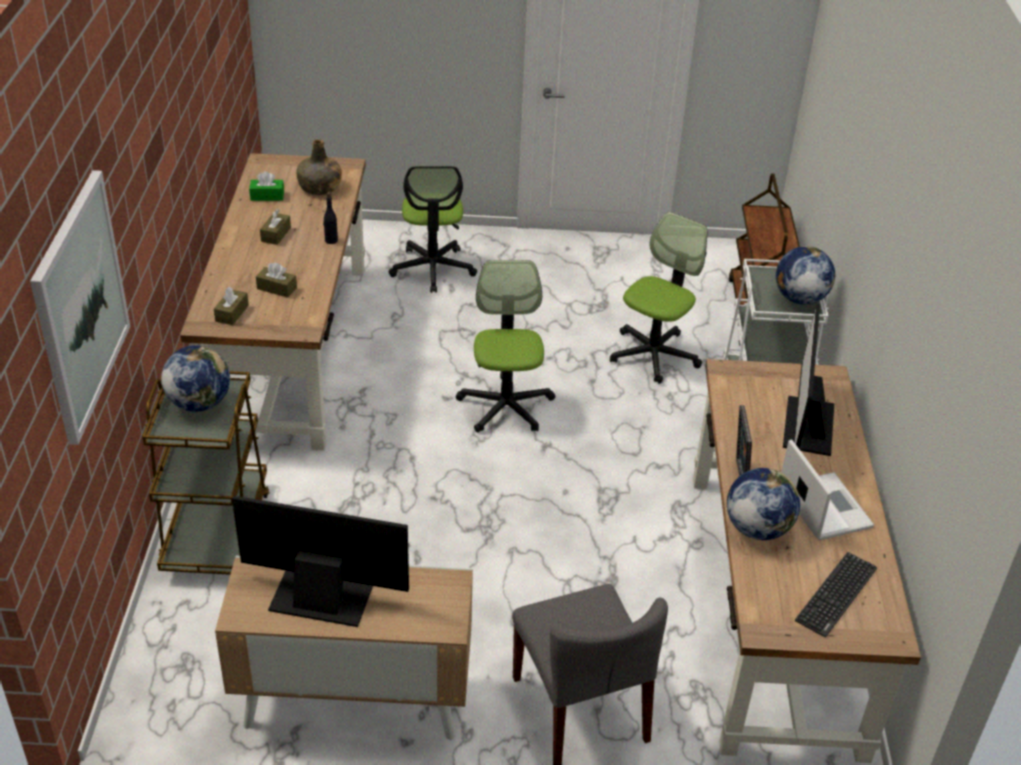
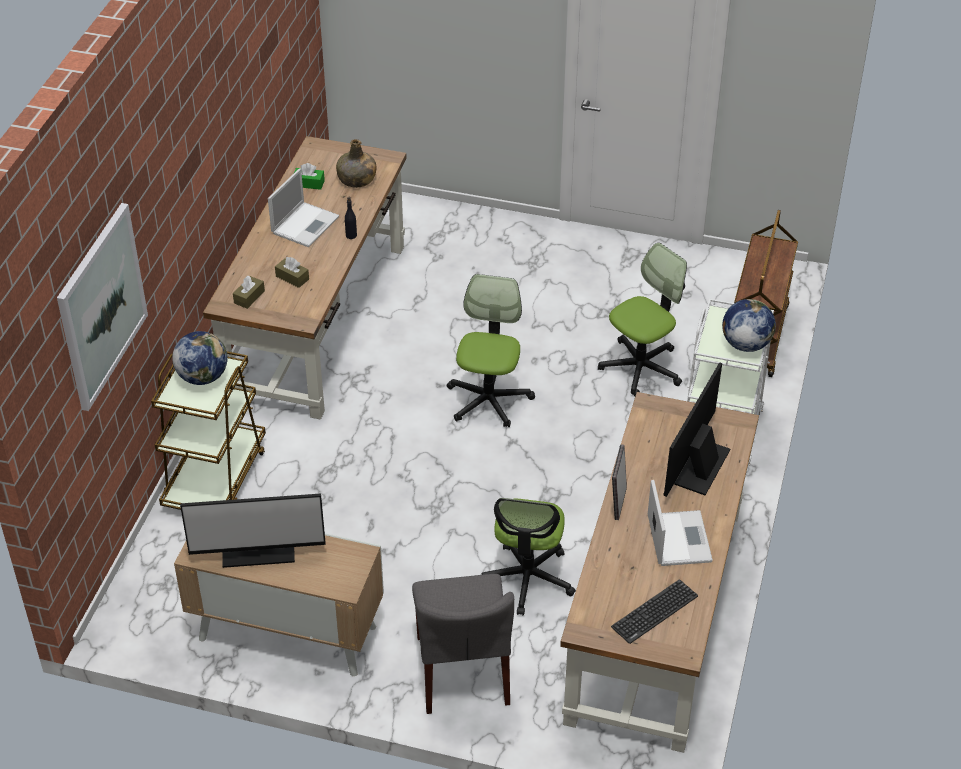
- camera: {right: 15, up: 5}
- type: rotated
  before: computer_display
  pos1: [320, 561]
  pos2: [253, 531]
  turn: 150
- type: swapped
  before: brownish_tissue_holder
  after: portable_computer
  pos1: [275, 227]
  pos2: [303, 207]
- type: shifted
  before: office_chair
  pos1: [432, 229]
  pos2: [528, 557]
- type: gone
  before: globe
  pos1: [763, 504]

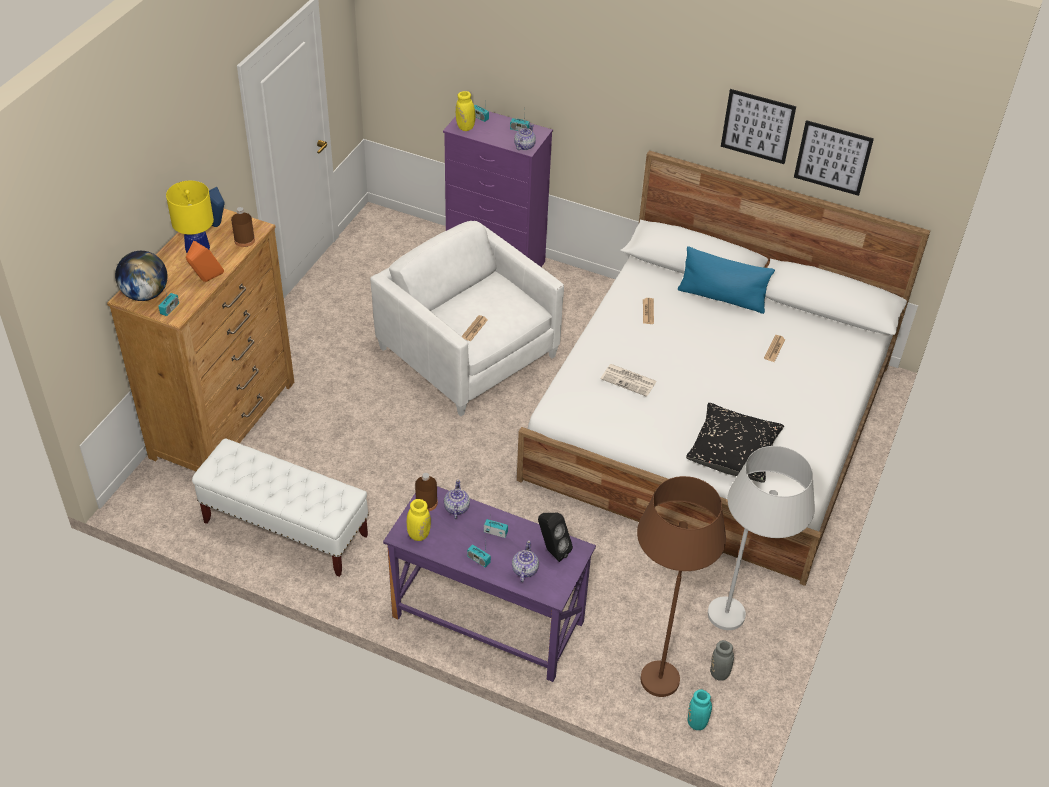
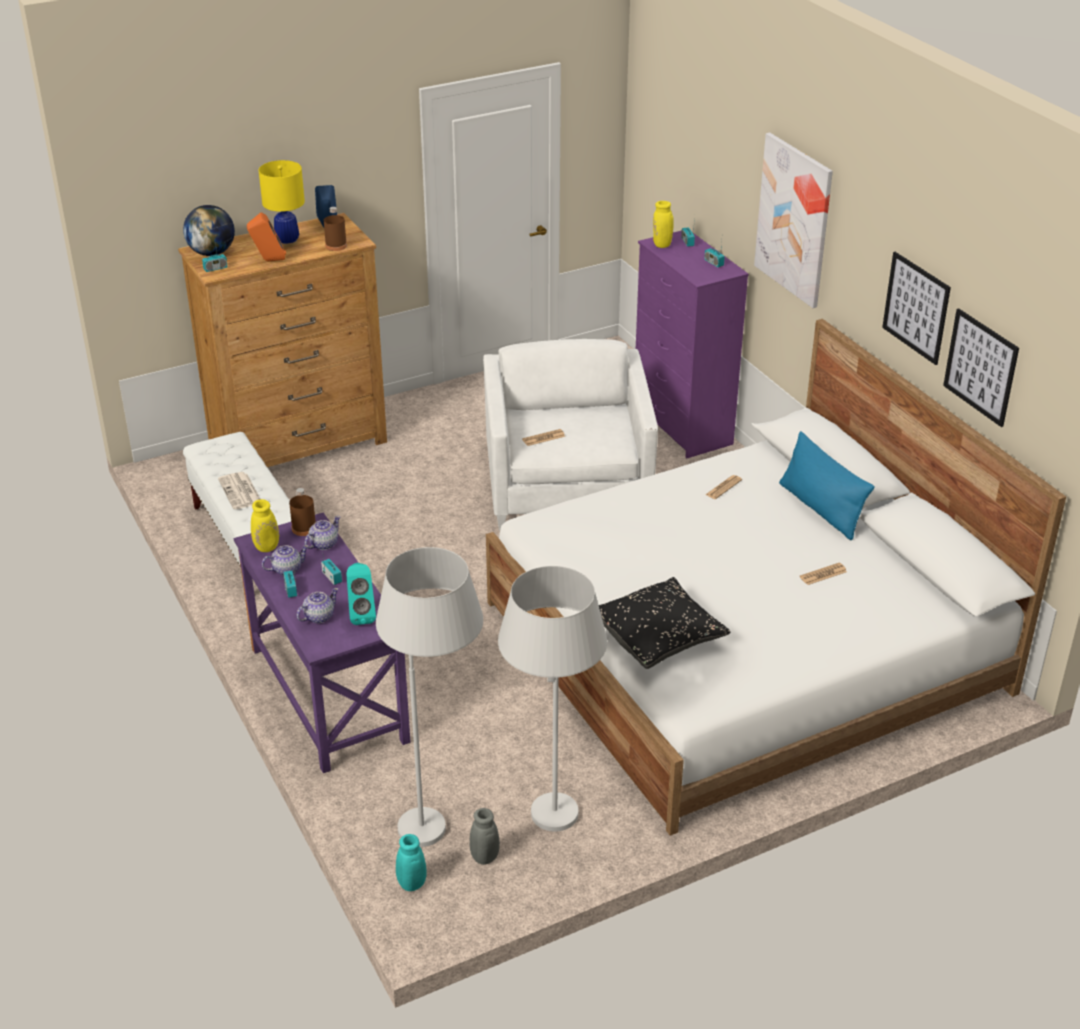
- camera: {right: 40, up: -10}
- type: shifted
  before: pot_for_tea
  pos1: [525, 137]
  pos2: [285, 560]
- type: repainted
  before: black-coloured_speaker
  after: blue-green_speaker
  pos1: [555, 537]
  pos2: [361, 594]
- type: shifted
  before: daily_paper
  pos1: [629, 380]
  pos2: [239, 490]
- type: repainted
  before: brownish_standard_lamp
  after: whitish_standard_lamp
  pos1: [681, 586]
  pos2: [429, 697]
- type: new
  after: picture
  pos2: [793, 220]

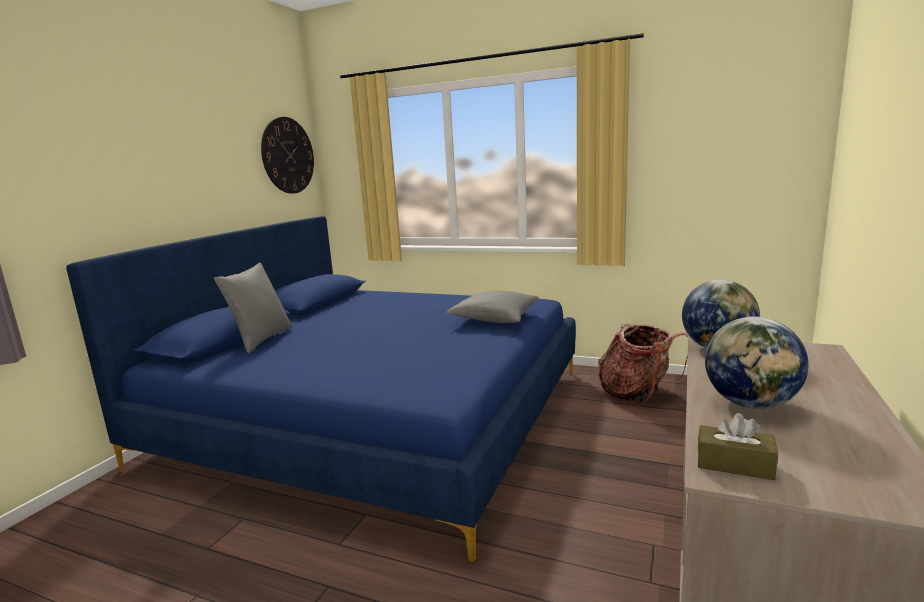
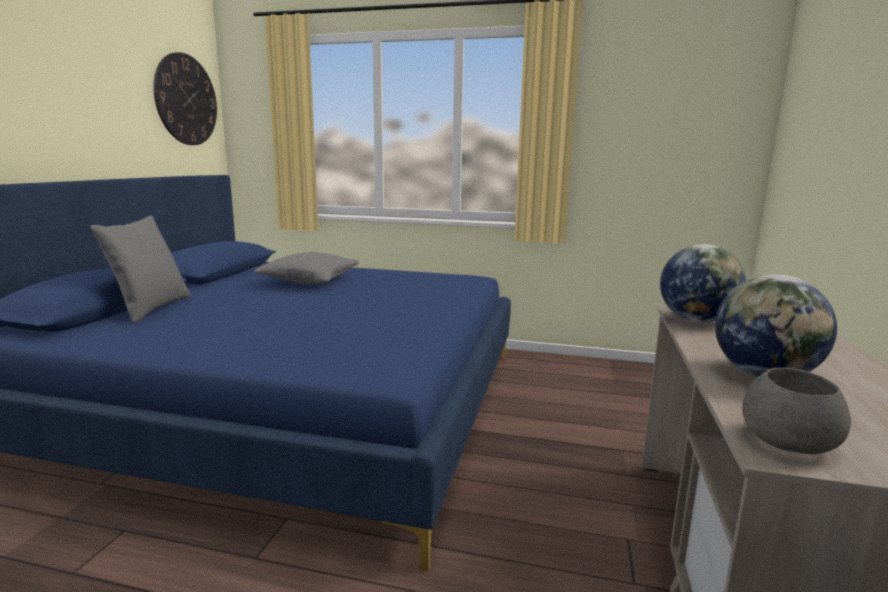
- camera: {right: -10, up: 0}
- type: shifted
  before: greyish_throw_pillow
  pos1: [492, 306]
  pos2: [306, 268]
- type: gone
  before: rucksack
  pos1: [643, 364]
- type: swapped
  before: brownish_tissue_holder
  after: greyish_deep_dish
  pos1: [738, 446]
  pos2: [796, 411]

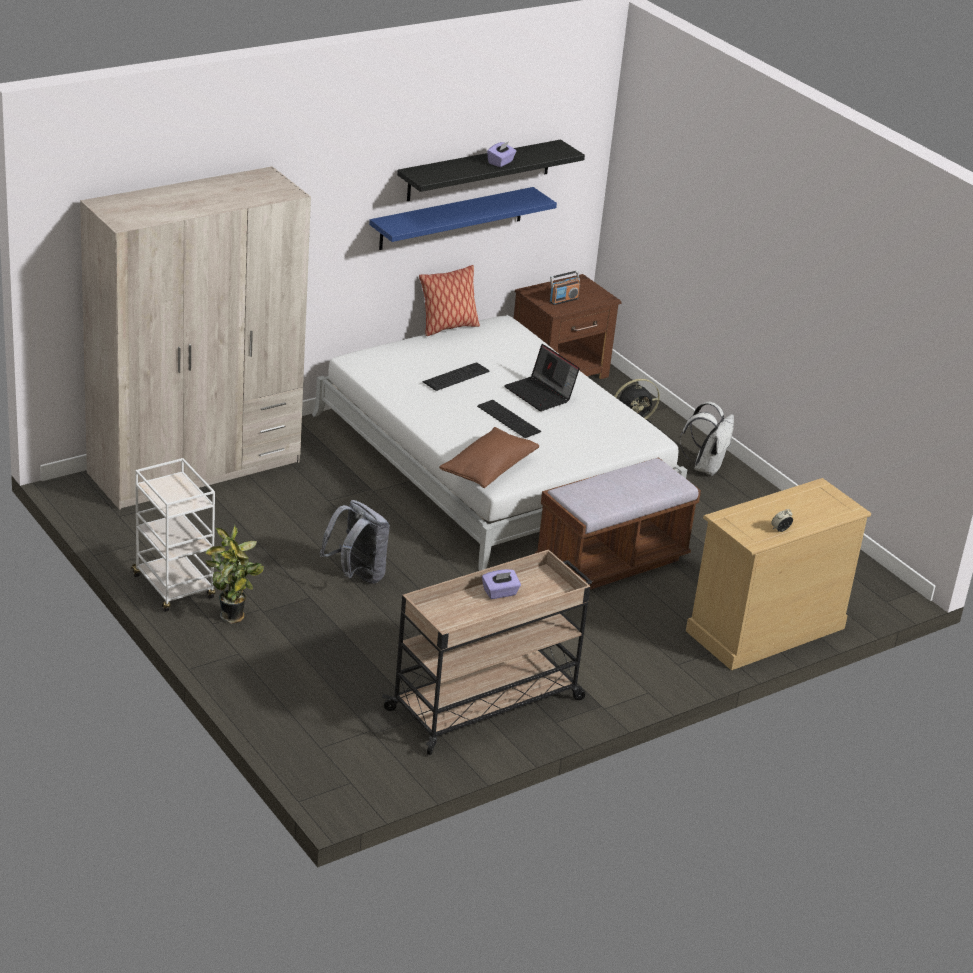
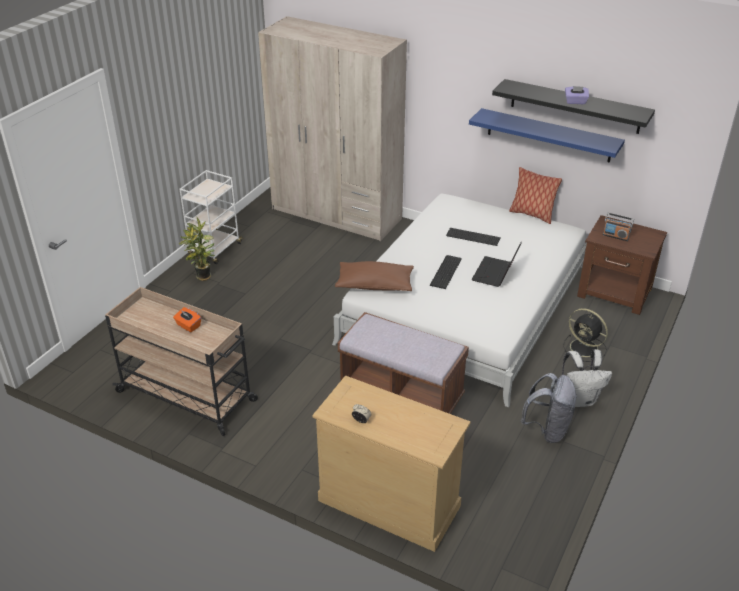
- camera: {right: 65, up: 5}
- type: shifted
  before: greyish_rucksack
  pos1: [355, 542]
  pos2: [549, 408]
- type: repainted
  before: purple_tissue_holder
  after: orangey_tissue_holder
  pos1: [501, 584]
  pos2: [187, 319]

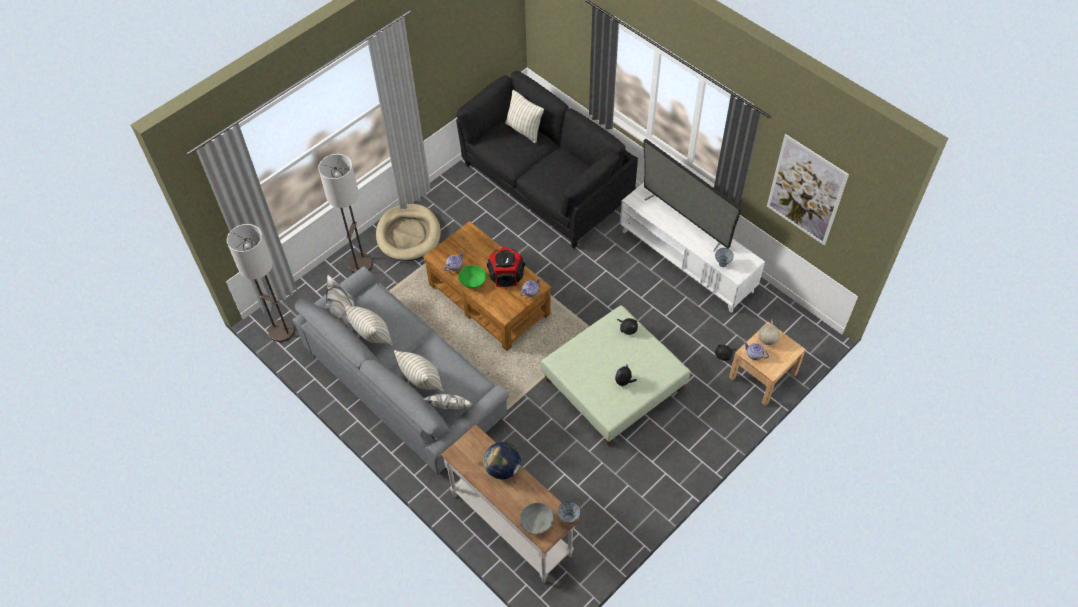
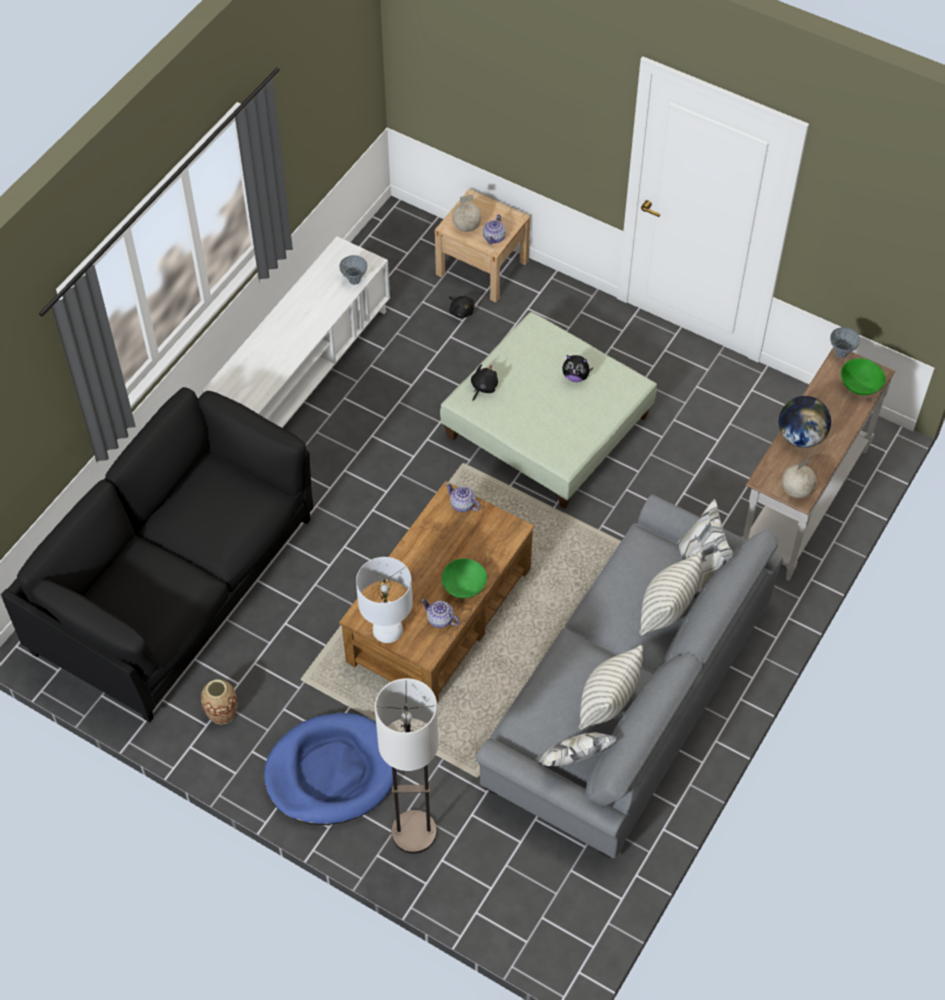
- camera: {right: -105, up: 0}
- type: gone
  before: standard_lamp
  pos1: [260, 283]
- type: repainted
  before: beige_dog_cushion
  after: blue_dog_cushion
  pos1: [408, 232]
  pos2: [331, 769]
- type: gone
  before: speaker
  pos1: [506, 266]
- type: gone
  before: throw_pillow
  pos1: [524, 116]
- type: repainted
  before: greyish_deep_dish
  after: green_deep_dish
  pos1: [536, 518]
  pos2: [863, 376]
- type: gone
  before: TV_set
  pos1: [693, 195]
- type: gone
  before: picture
  pos1: [808, 190]
- type: new
  after: decorative_vase
  pos2: [219, 702]
- type: new
  after: whitish_tabletop_lamp
  pos2: [384, 600]
- type: new
  after: globe
  pos2: [799, 477]

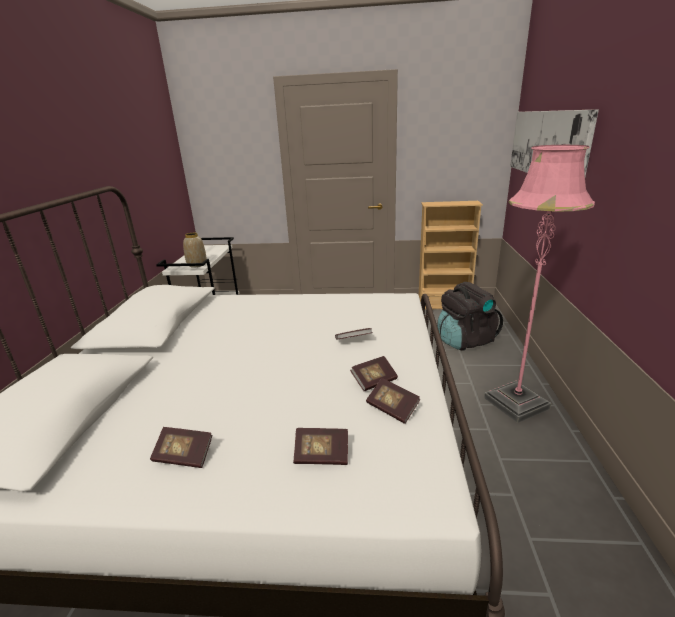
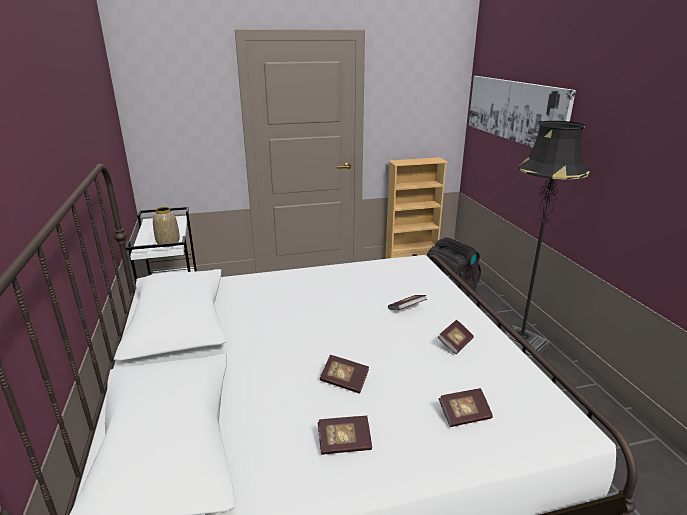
- camera: {right: -20, up: 0}
- type: shifted
  before: bound_book
  pos1: [393, 401]
  pos2: [344, 374]
- type: repainted
  before: pinkish_standard_lamp
  after: black-coloured_standard_lamp
  pos1: [539, 284]
  pos2: [547, 241]

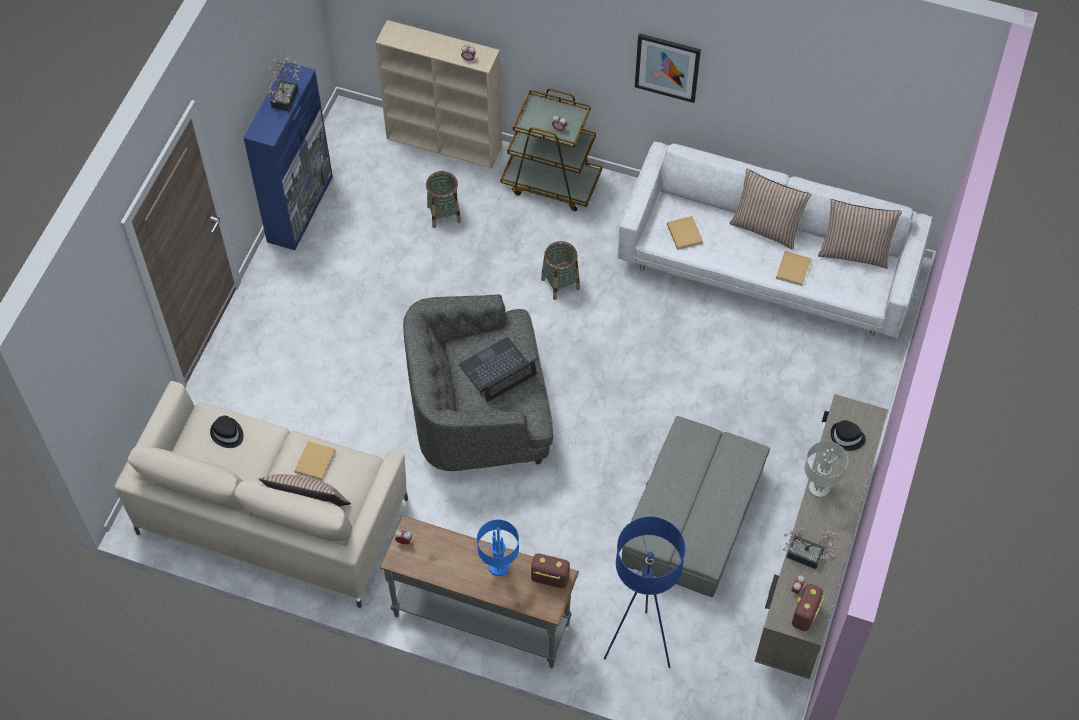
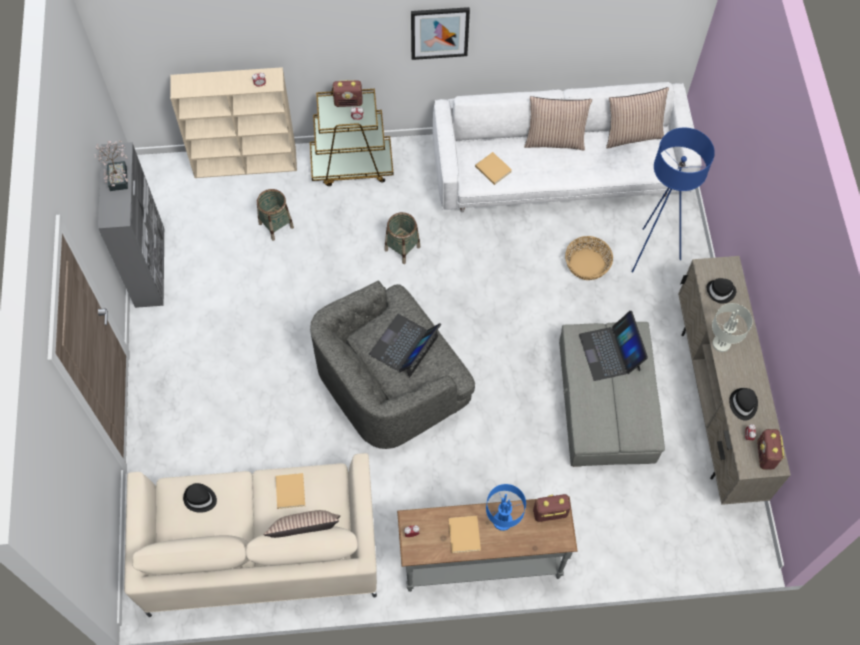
- camera: {right: -25, up: 5}
- type: repainted
  before: blue_storage_cabinet
  after: greyish_storage_cabinet
  pos1: [288, 156]
  pos2: [131, 225]
- type: shifted
  before: blue_standard_lamp
  pos1: [644, 592]
  pos2: [673, 200]
- type: shifted
  before: beige_bound_book
  pos1: [793, 268]
  pos2: [464, 534]
- type: swapped
  before: potted_plant
  after: black-coloured_wearable_hat
  pos1: [811, 548]
  pos2: [743, 404]
- type: new
  after: radio
  pos2: [348, 93]
- type: new
  after: basket
  pos2: [589, 258]
- type: new
  after: portable_computer
  pos2: [613, 346]

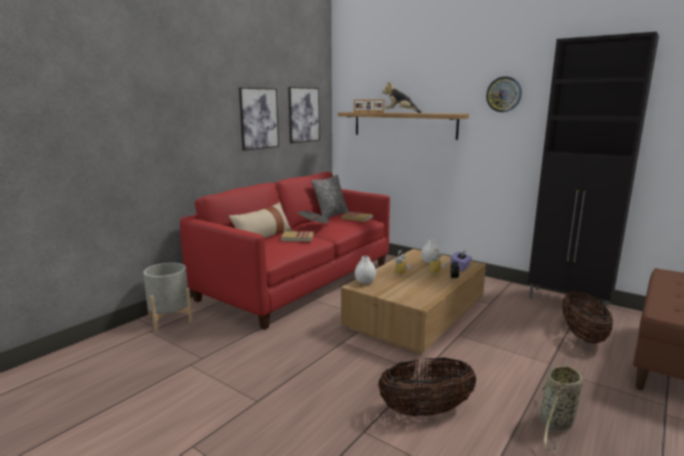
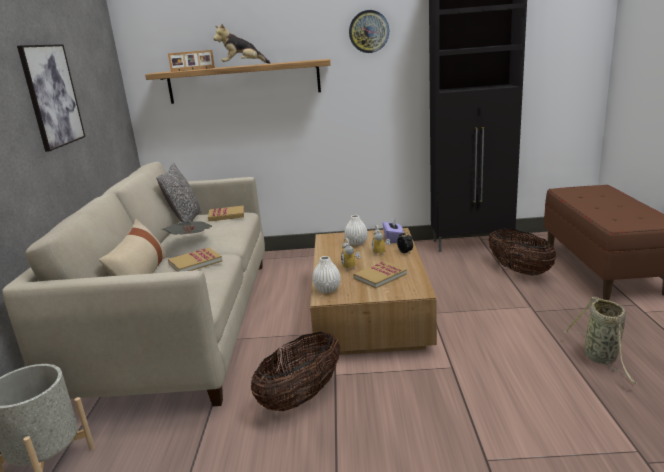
- camera: {right: -35, up: 5}
- type: repainted
  before: red-coloured_couch
  after: beige_couch
  pos1: [285, 251]
  pos2: [134, 284]
- type: gone
  before: picture
  pos1: [304, 115]
- type: shifted
  before: basket
  pos1: [427, 386]
  pos2: [295, 371]
- type: new
  after: bound_book
  pos2: [380, 274]

